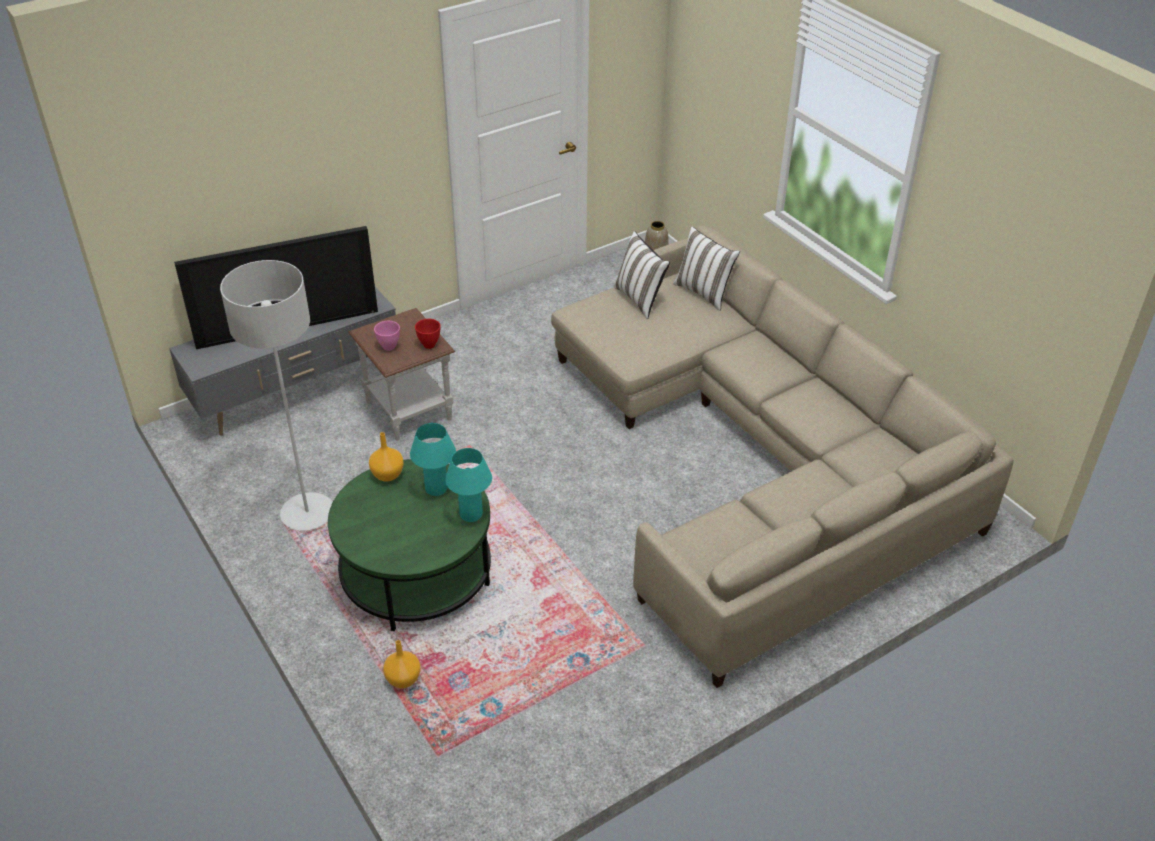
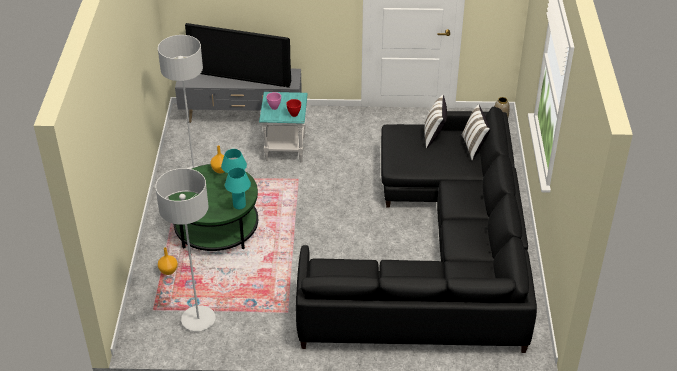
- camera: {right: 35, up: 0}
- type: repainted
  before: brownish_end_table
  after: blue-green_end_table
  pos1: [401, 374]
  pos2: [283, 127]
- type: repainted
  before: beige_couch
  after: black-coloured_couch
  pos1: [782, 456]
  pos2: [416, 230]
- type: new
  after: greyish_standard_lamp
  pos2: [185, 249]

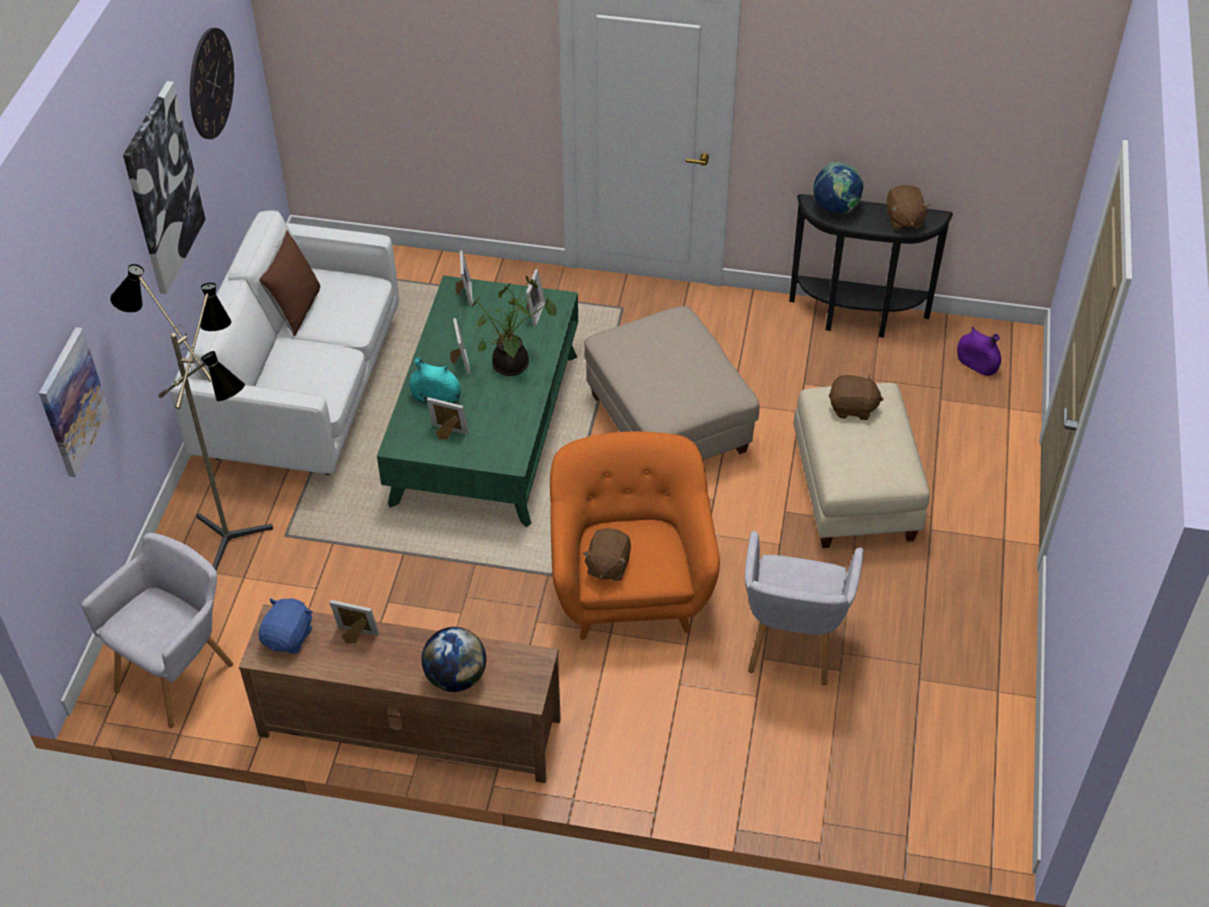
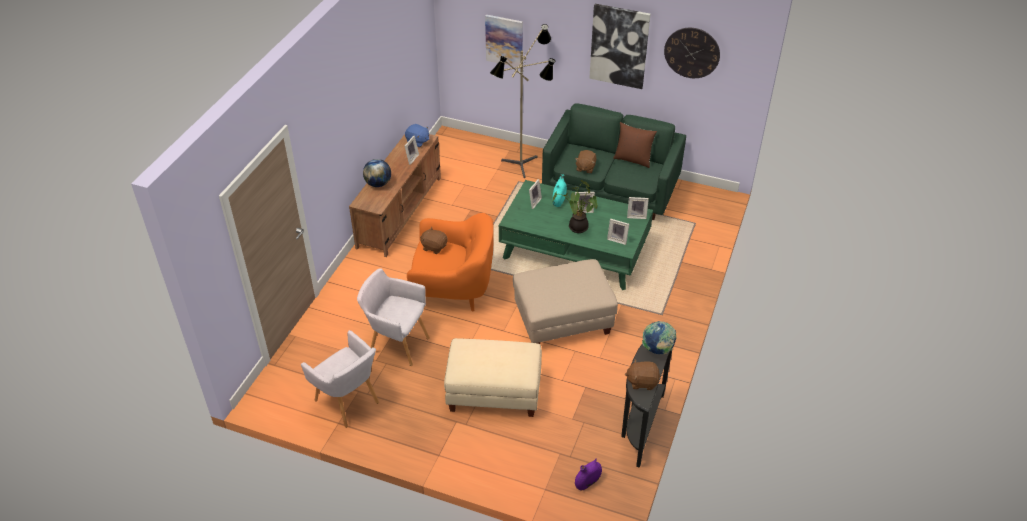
- camera: {right: 100, up: -5}
- type: shifted
  before: greyish_easy_chair
  pos1: [157, 630]
  pos2: [340, 379]
- type: repainted
  before: whitish_couch
  after: green_couch
  pos1: [284, 342]
  pos2: [614, 161]
- type: shifted
  before: brownish_soft_toy
  pos1: [856, 397]
  pos2: [586, 161]

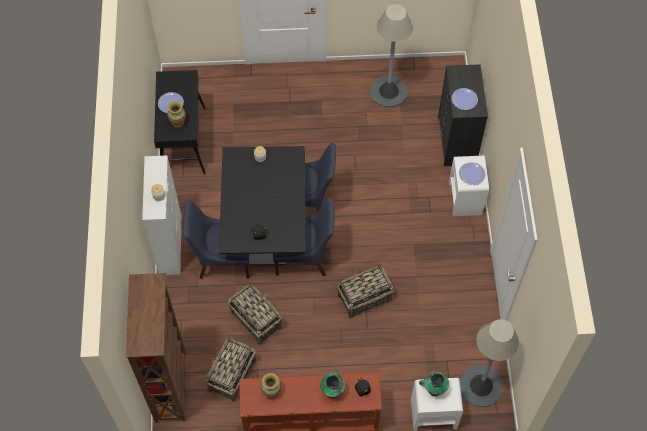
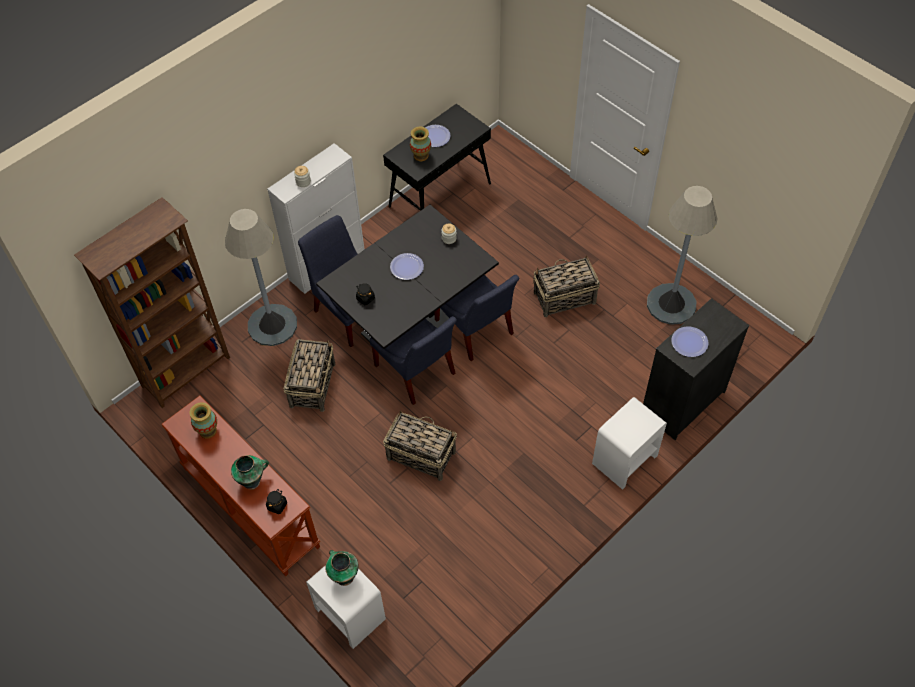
- camera: {right: 50, up: -5}
- type: shifted
  before: basket
  pos1: [230, 370]
  pos2: [566, 286]
- type: shifted
  before: plate
  pos1: [472, 173]
  pos2: [407, 266]
- type: shifted
  before: greyish_standard_lamp
  pos1: [489, 363]
  pos2: [261, 277]

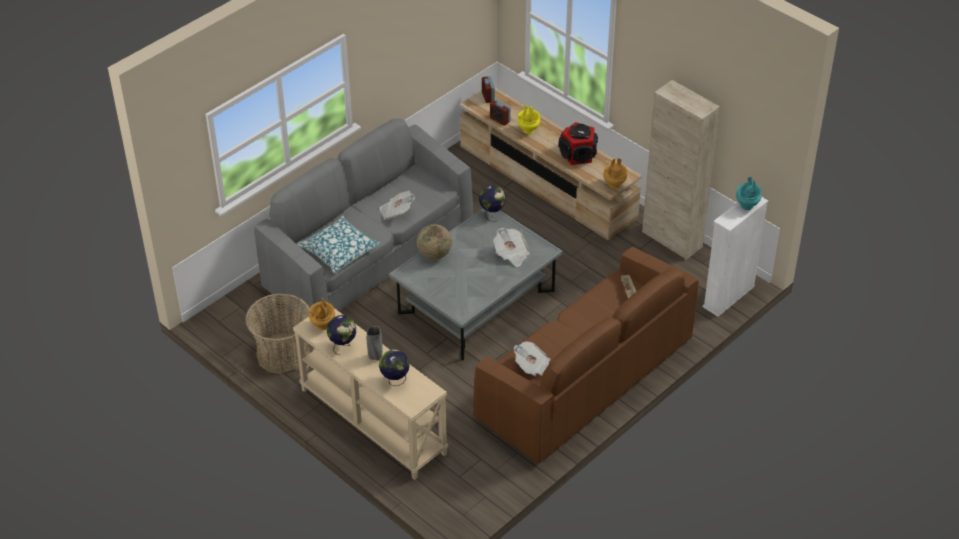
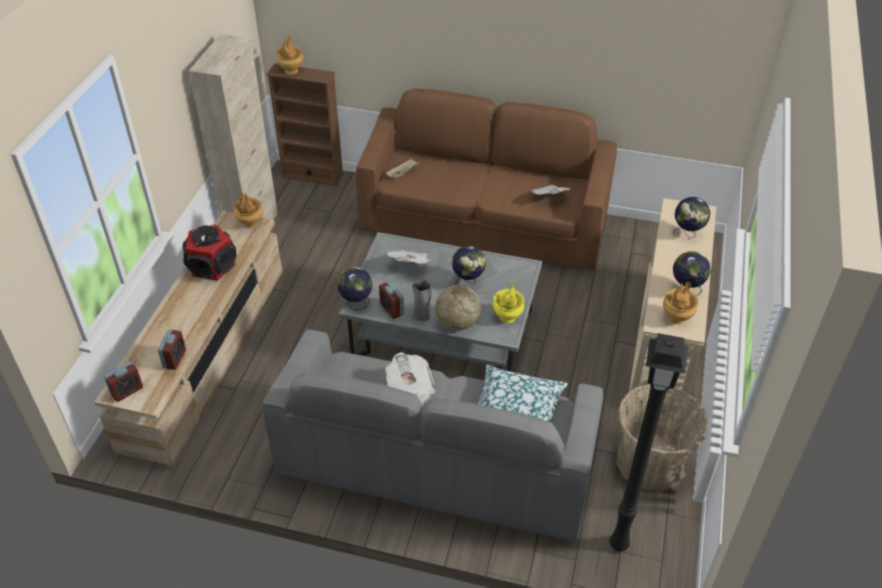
- camera: {right: -120, up: 0}
- type: shifted
  before: greyish_decorative_vase
  pos1: [375, 343]
  pos2: [422, 300]
- type: shifted
  before: yellow_decorative_vase
  pos1: [529, 119]
  pos2: [508, 303]
- type: repainted
  before: whitish_bookcase
  after: brownish_bookcase
  pos1: [735, 257]
  pos2: [305, 124]
- type: repainted
  before: blue-green_decorative_vase
  after: brownish_decorative_vase
  pos1: [749, 193]
  pos2: [289, 54]
- type: new
  after: bedside_clock
  pos2: [391, 300]
- type: new
  after: globe
  pos2: [469, 265]
- type: new
  after: black-coloured_standard_lamp
  pos2: [648, 442]

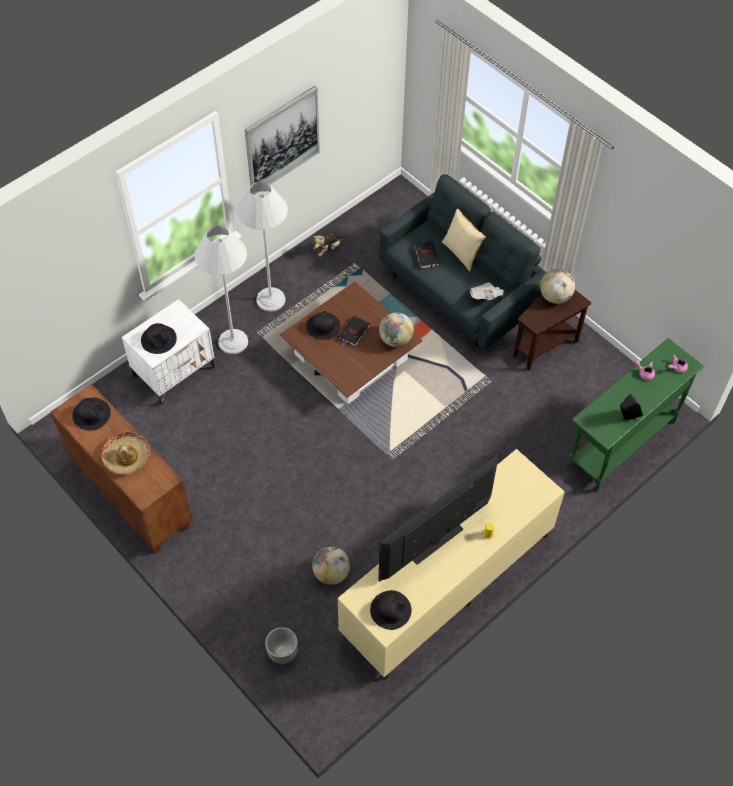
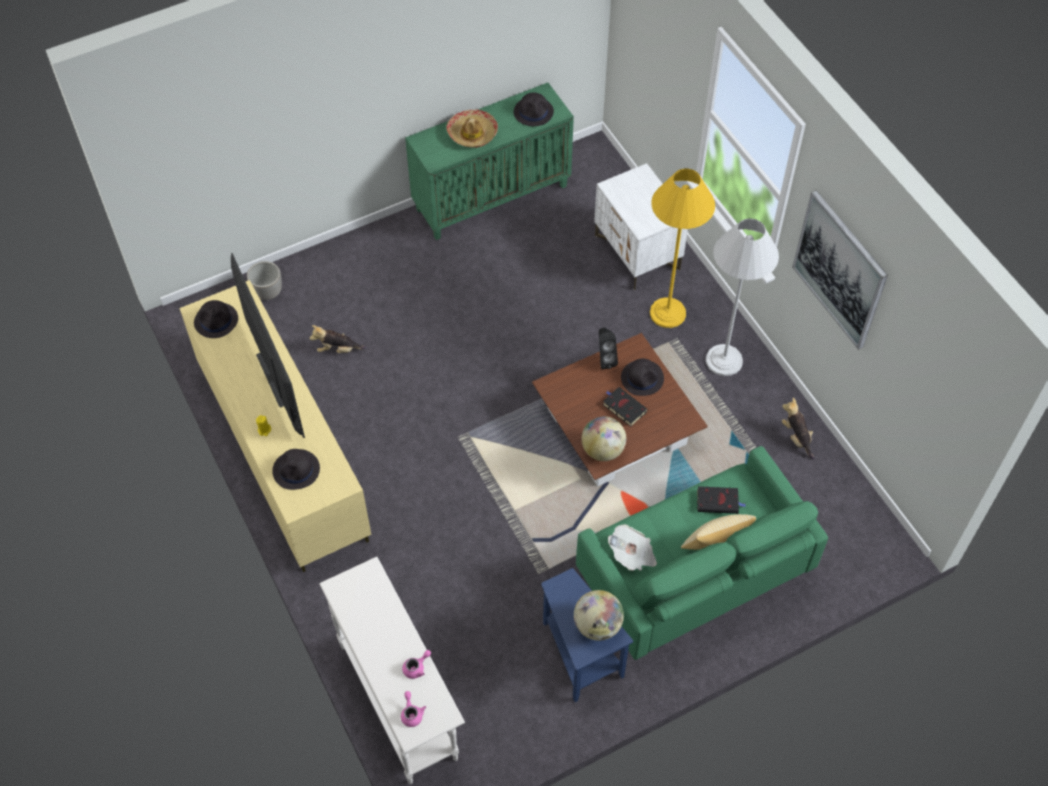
- camera: {right: 105, up: 0}
- type: repainted
  before: brownish_storage_cabinet
  after: green_storage_cabinet
  pos1: [122, 468]
  pos2: [489, 161]
- type: shifted
  before: black-coloured_wearable_hat
  pos1: [159, 338]
  pos2: [296, 469]
- type: repainted
  before: whitish_standard_lamp
  after: yellow_standard_lamp
  pos1: [221, 290]
  pos2: [682, 248]
- type: swapped
  before: globe
  after: soft_toy
  pos1: [331, 566]
  pos2: [338, 339]
- type: repainted
  before: greyish_couch
  after: green_couch
  pos1: [463, 262]
  pos2: [702, 553]
- type: repainted
  before: brownish_end_table
  after: blue_end_table
  pos1: [552, 330]
  pos2: [587, 635]
- type: repainted
  before: green_console_table
  after: whitish_console_table
  pos1: [636, 415]
  pos2: [392, 670]
- type: shifted
  before: black-coloured_speaker
  pos1: [631, 407]
  pos2: [608, 348]

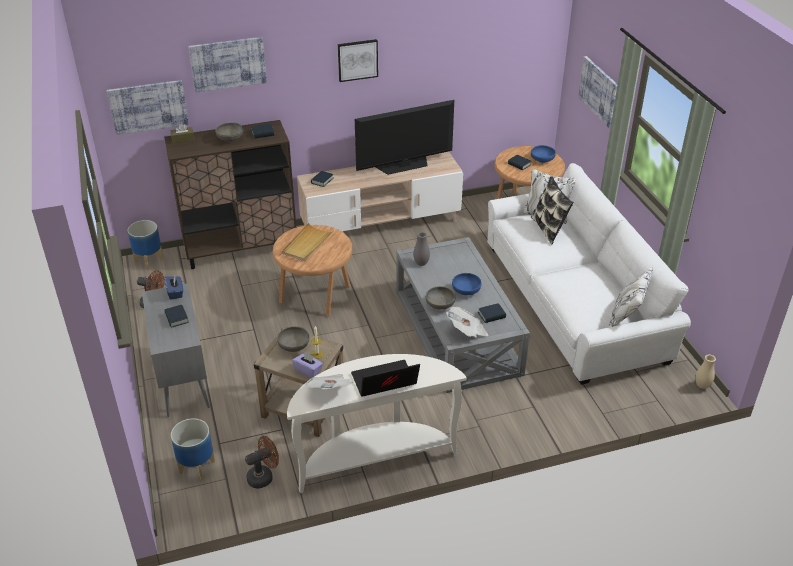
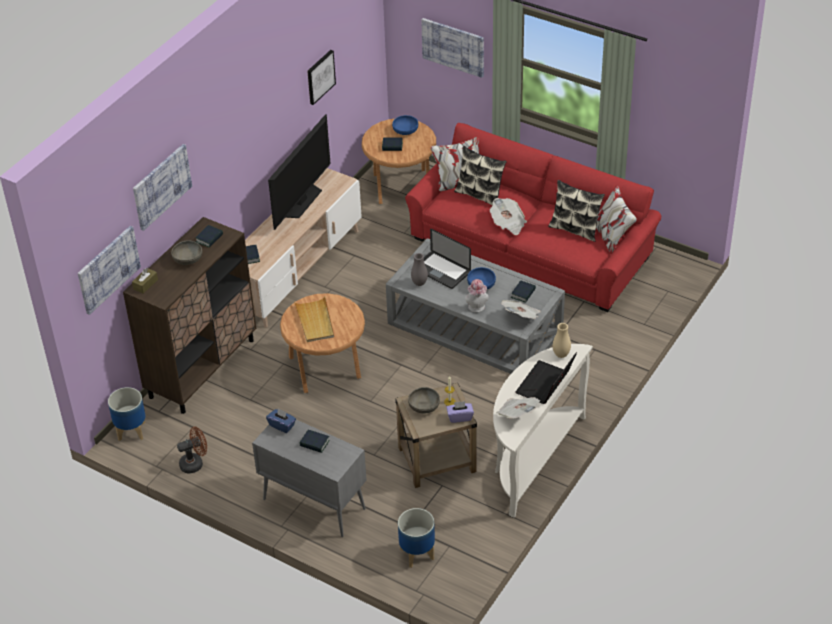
- camera: {right: -40, up: 5}
- type: gone
  before: brownish_cooling_fan
  pos1: [262, 462]
- type: shifted
  before: picture
  pos1: [358, 60]
  pos2: [321, 77]
- type: swapped
  before: greyish_deep_dish
  after: wearable_hat
  pos1: [440, 298]
  pos2: [477, 296]
- type: repainted
  before: whitish_couch
  after: red-coloured_couch
  pos1: [589, 274]
  pos2: [533, 217]
- type: shifted
  before: beige_decorative_vase
  pos1: [705, 372]
  pos2: [562, 340]
- type: new
  after: portable_computer
  pos2: [447, 259]
- type: new
  after: daily_paper
  pos2: [508, 216]
- type: new
  after: throw_pillow
  pos2: [576, 211]

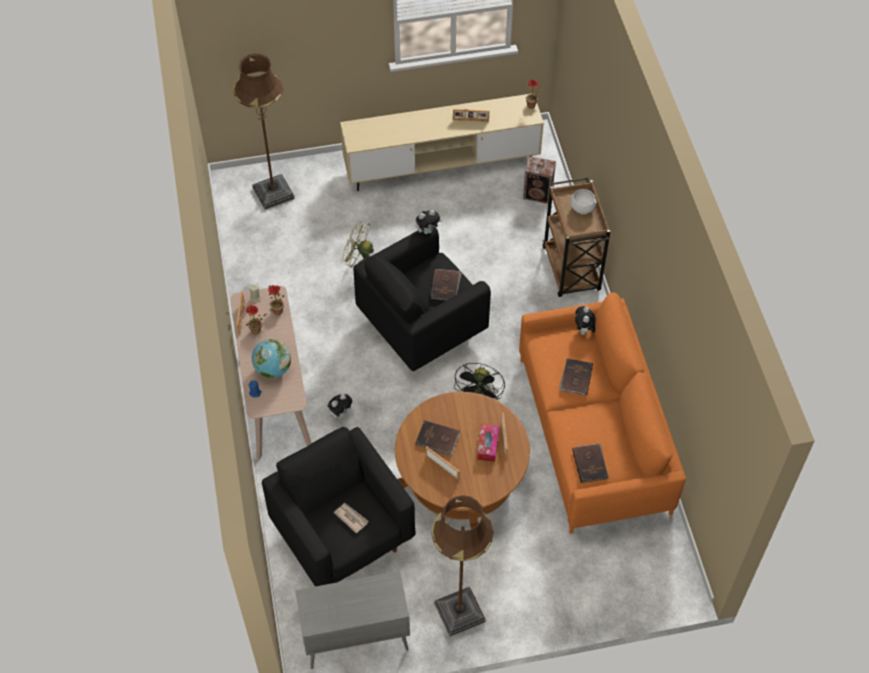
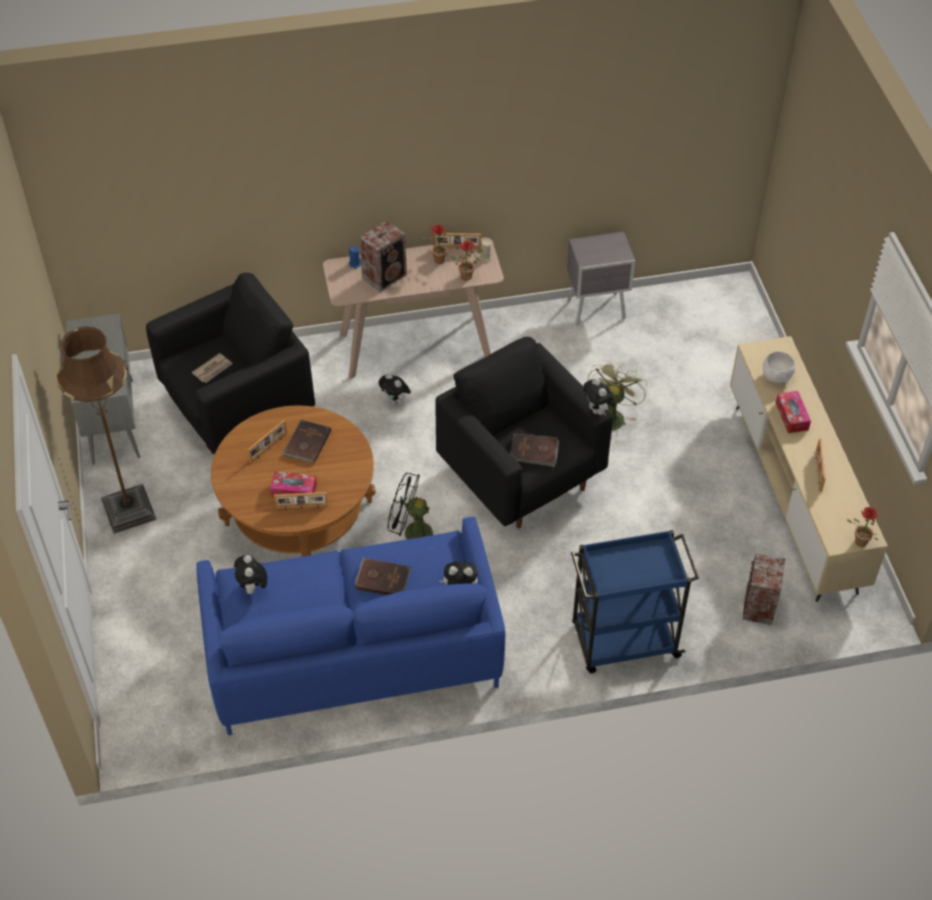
- camera: {right: 90, up: -5}
- type: gone
  before: brownish_standard_lamp
  pos1: [264, 132]
- type: swapped
  before: globe
  after: speaker
  pos1: [271, 358]
  pos2: [383, 256]
- type: repainted
  before: orangey_couch
  after: blue_couch
  pos1: [602, 413]
  pos2: [350, 626]
- type: repainted
  before: brownish_wheeled_cart
  after: blue_wheeled_cart
  pos1: [576, 237]
  pos2: [635, 601]
- type: shifted
  before: whitish_deep_dish
  pos1: [584, 201]
  pos2: [779, 367]
- type: swapped
  before: brownish_bound_book
  after: soft_toy
  pos1: [590, 463]
  pos2: [250, 574]
- type: new
  after: greyish_night_table
  pos2: [601, 279]
- type: new
  after: tissue_holder
  pos2: [793, 412]

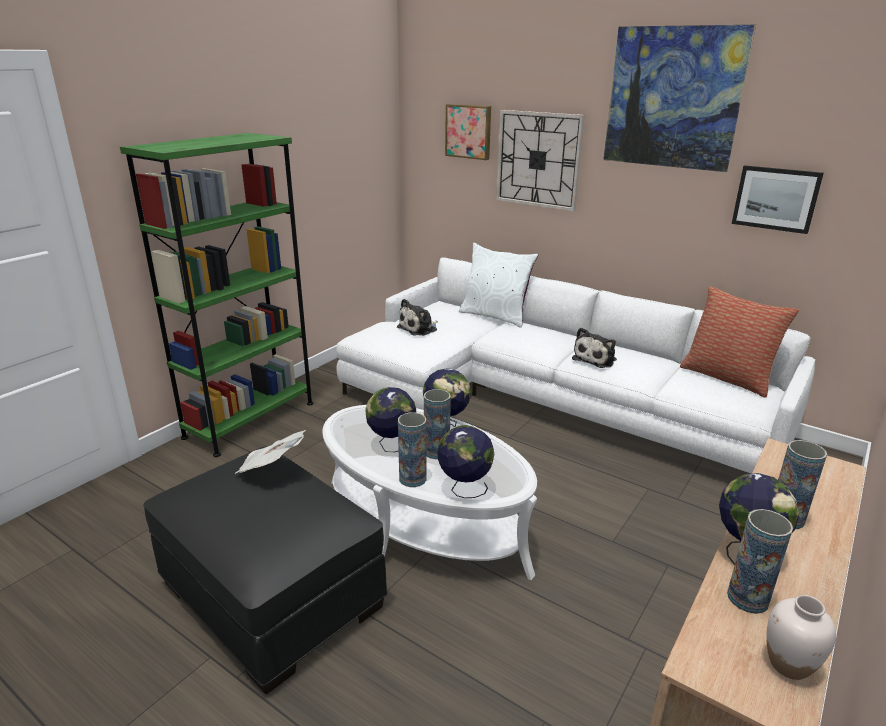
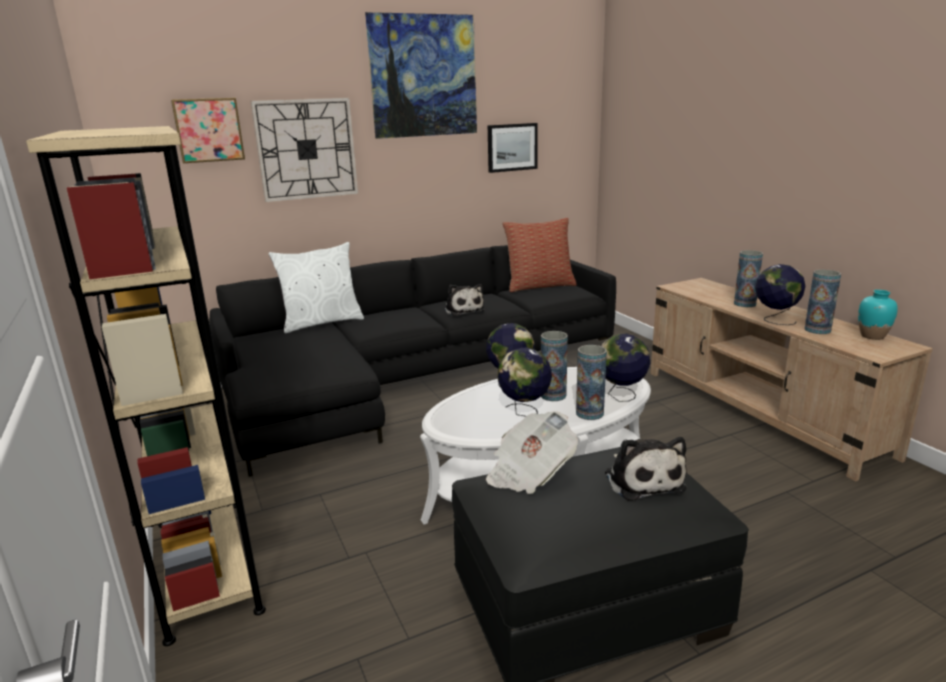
- camera: {right: -60, up: -5}
- type: repainted
  before: green_bookcase
  after: beige_bookcase
  pos1: [216, 295]
  pos2: [146, 386]
- type: repainted
  before: whitish_couch
  after: black-coloured_couch
  pos1: [575, 365]
  pos2: [412, 361]
- type: shifted
  before: soft_toy
  pos1: [417, 317]
  pos2: [646, 469]
- type: repainted
  before: whitish_decorative_vase
  after: blue-green_decorative_vase
  pos1: [801, 637]
  pos2: [878, 315]

